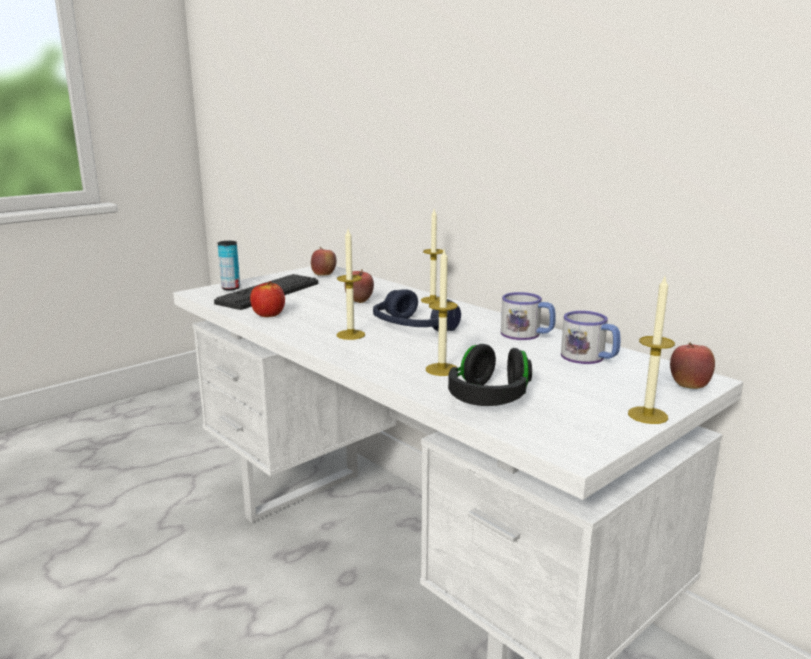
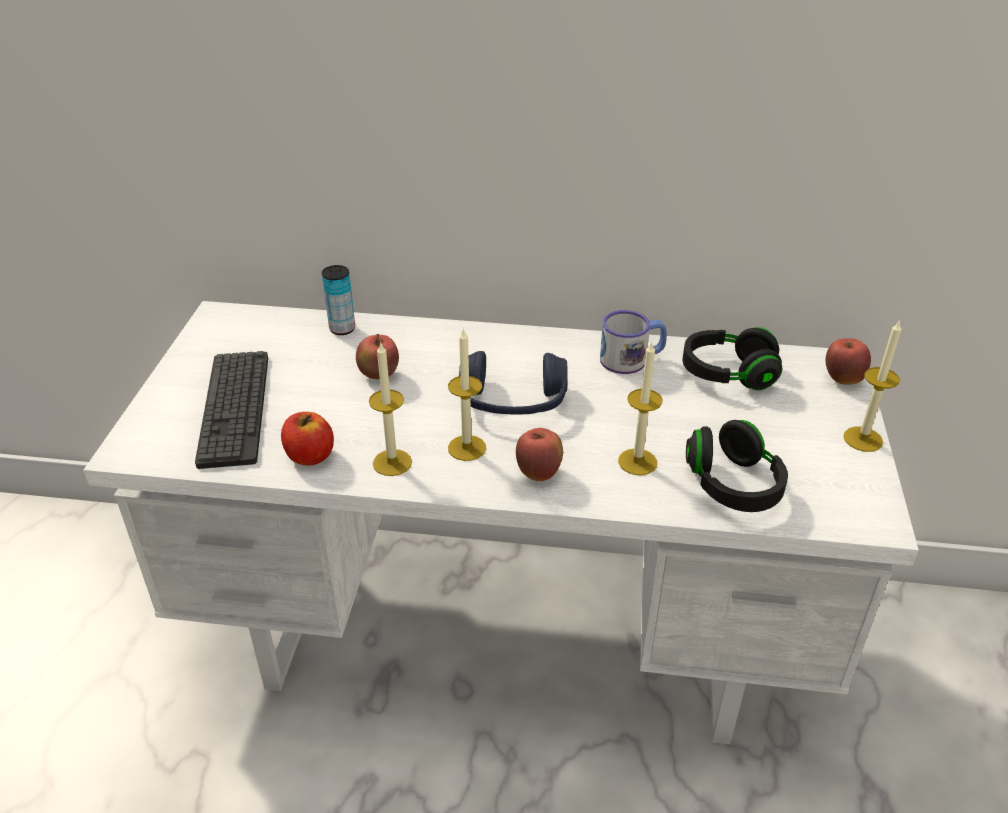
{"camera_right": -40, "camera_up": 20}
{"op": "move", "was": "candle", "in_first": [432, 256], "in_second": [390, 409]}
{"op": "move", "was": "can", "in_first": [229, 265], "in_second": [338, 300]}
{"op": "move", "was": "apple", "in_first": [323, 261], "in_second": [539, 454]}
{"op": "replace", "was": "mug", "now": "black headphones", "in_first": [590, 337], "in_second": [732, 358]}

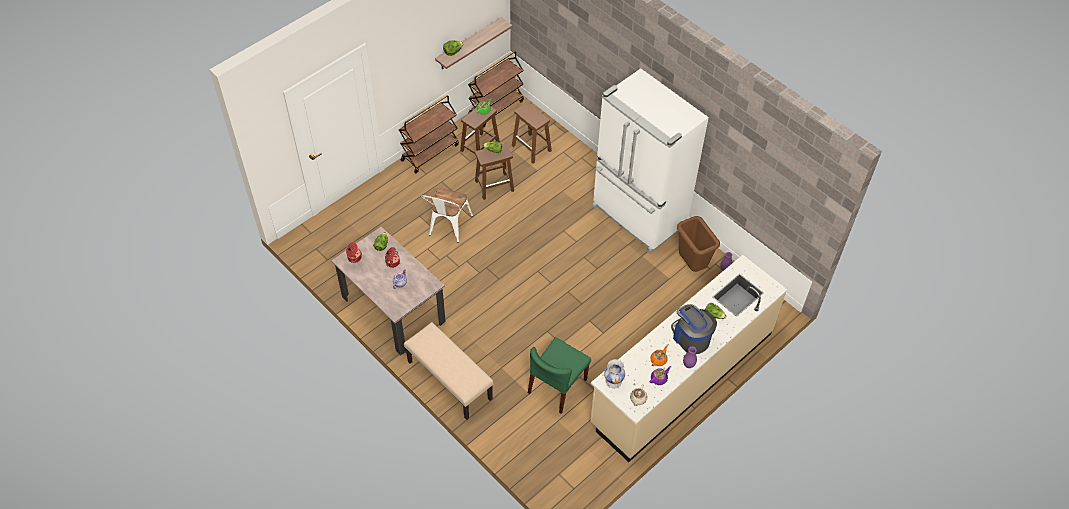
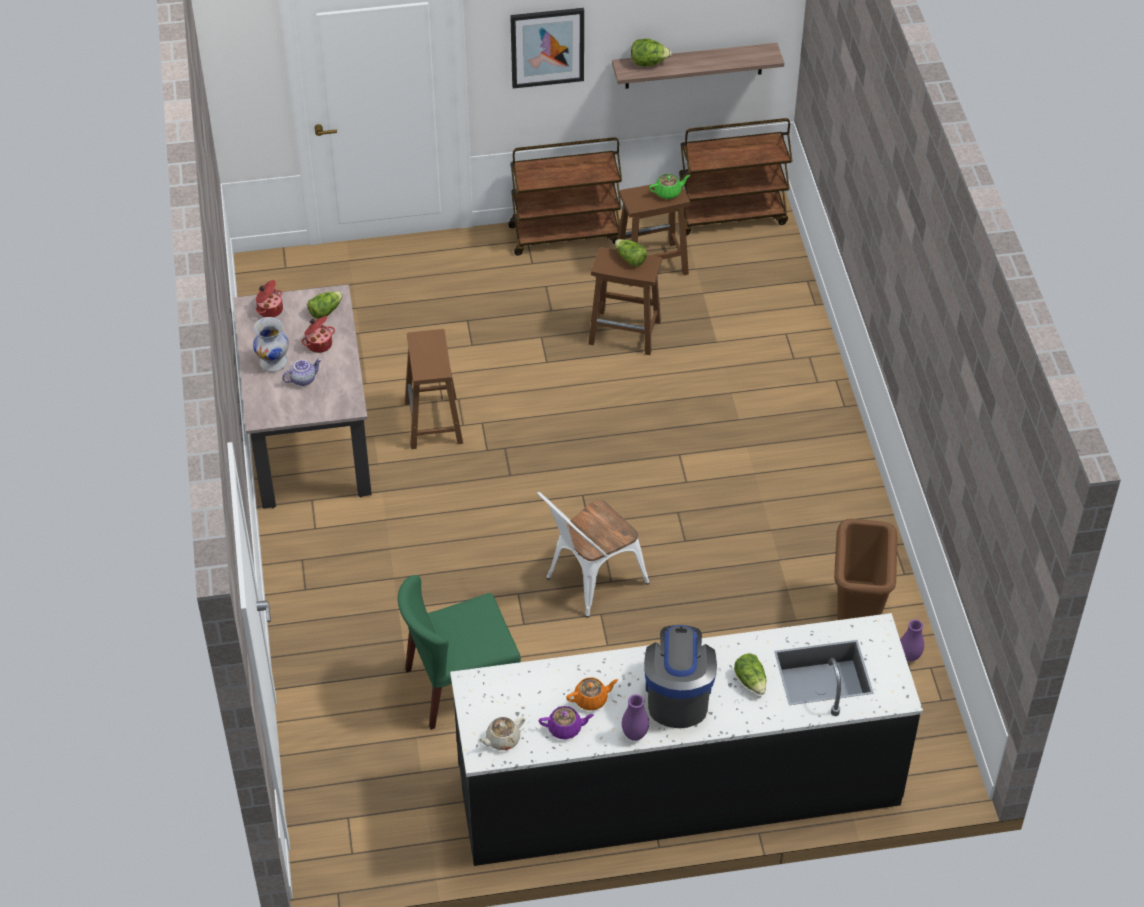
{"camera_right": 35, "camera_up": -5}
{"op": "delete", "was": "white fridge", "in_first": [650, 161]}
{"op": "move", "was": "brown stool", "in_first": [532, 132], "in_second": [434, 389]}
{"op": "move", "was": "white chair", "in_first": [447, 215], "in_second": [593, 554]}
{"op": "recolor", "was": "beige counter", "now": "black counter", "in_first": [688, 358], "in_second": [686, 739]}
{"op": "delete", "was": "beige bench", "in_first": [449, 371]}
{"op": "move", "was": "white vase", "in_first": [614, 373], "in_second": [271, 344]}
{"op": "insert", "now": "picture", "in_second": [547, 48]}

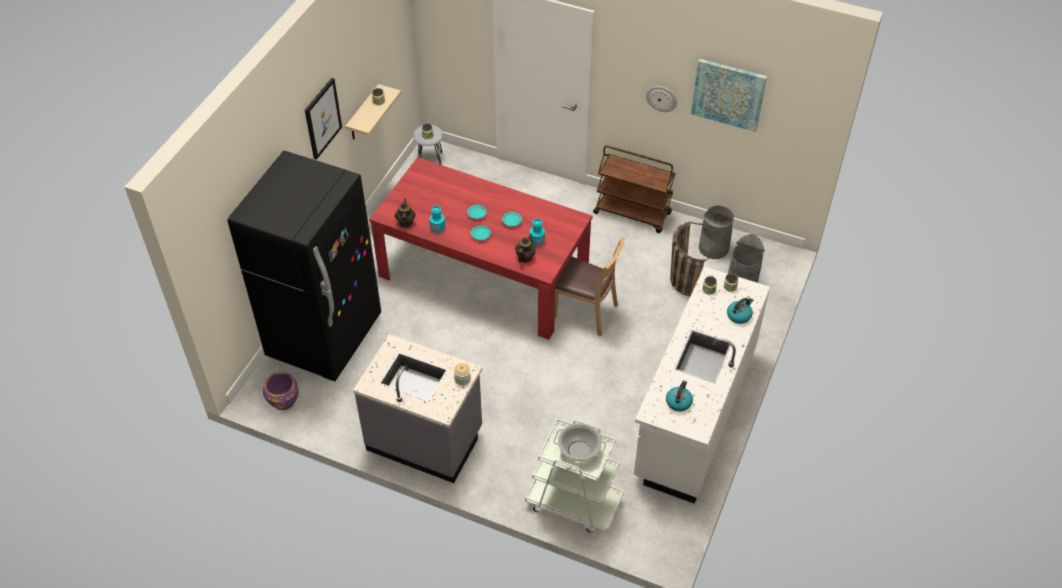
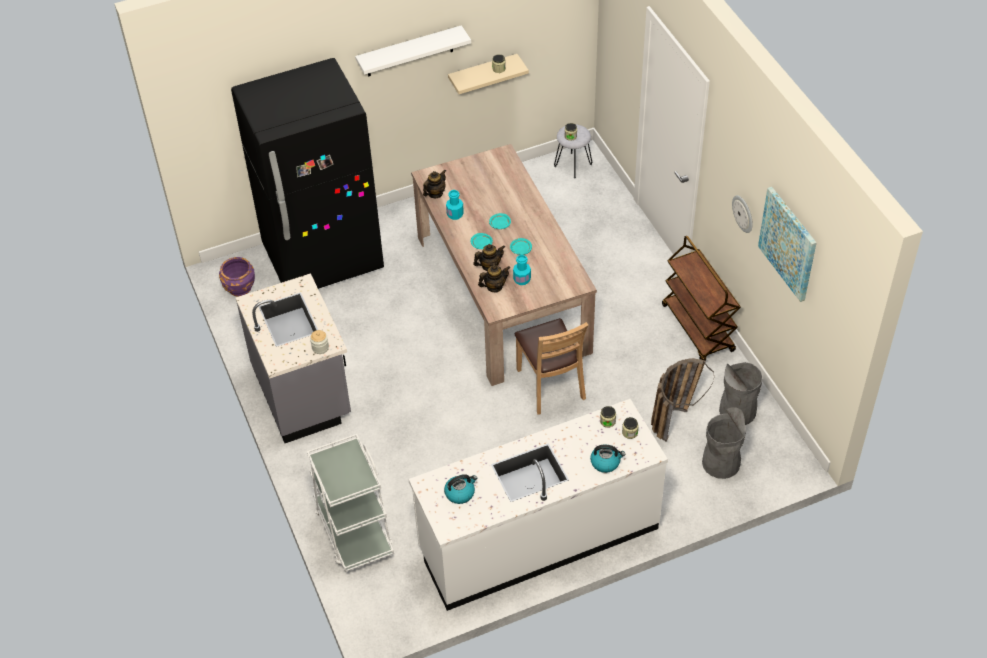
{"camera_right": 45, "camera_up": 0}
{"op": "replace", "was": "picture", "now": "white shelf", "in_first": [323, 119], "in_second": [413, 50]}
{"op": "recolor", "was": "red dining table", "now": "beige dining table", "in_first": [480, 248], "in_second": [504, 265]}
{"op": "delete", "was": "cooking pot", "in_first": [579, 442]}
{"op": "insert", "now": "teapot", "in_second": [489, 257]}

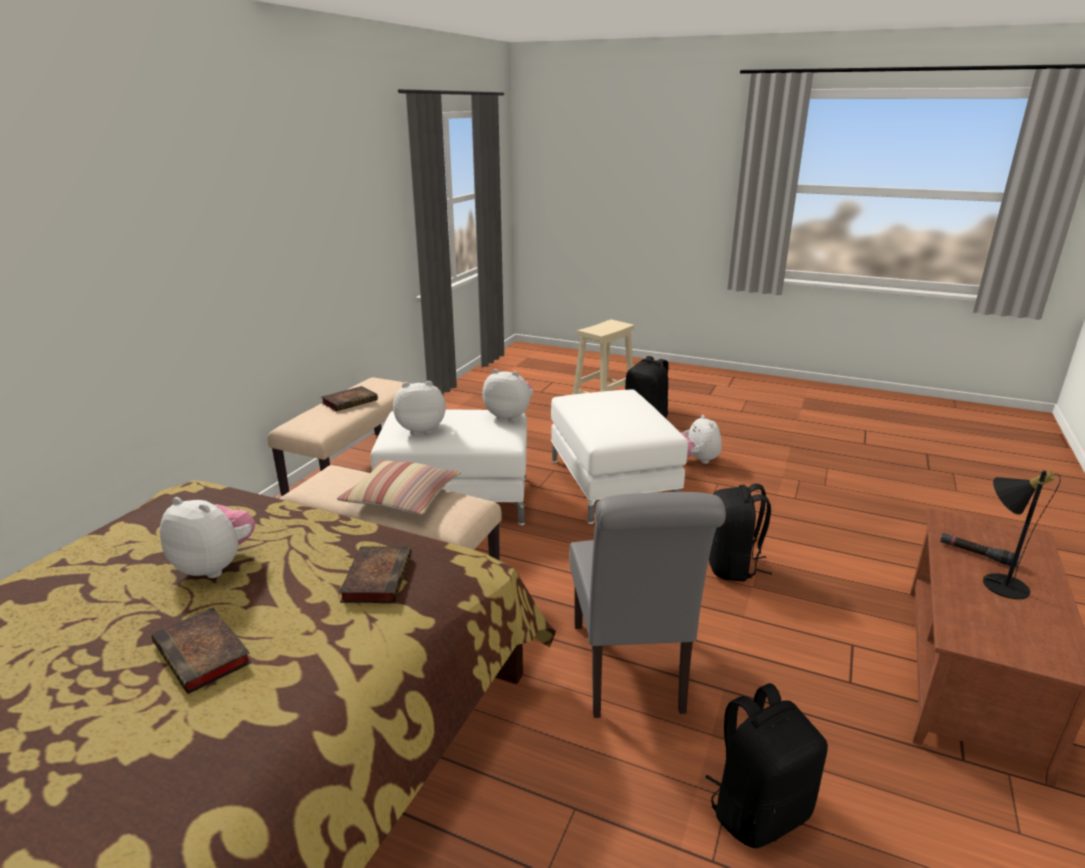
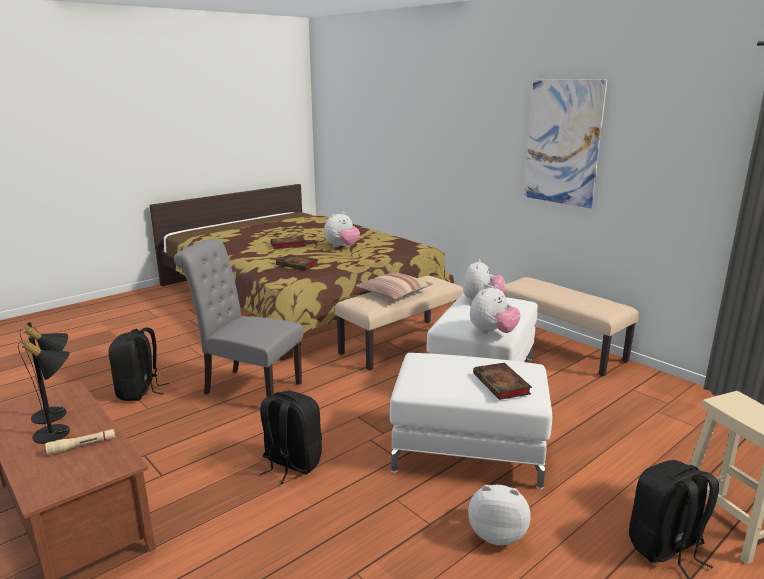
{"camera_right": 115, "camera_up": -5}
{"op": "move", "was": "book", "in_first": [349, 398], "in_second": [502, 381]}
{"op": "recolor", "was": "black flashlight", "now": "beige flashlight", "in_first": [980, 550], "in_second": [80, 442]}
{"op": "insert", "now": "picture", "in_second": [565, 143]}
{"op": "insert", "now": "black table lamp", "in_second": [44, 373]}

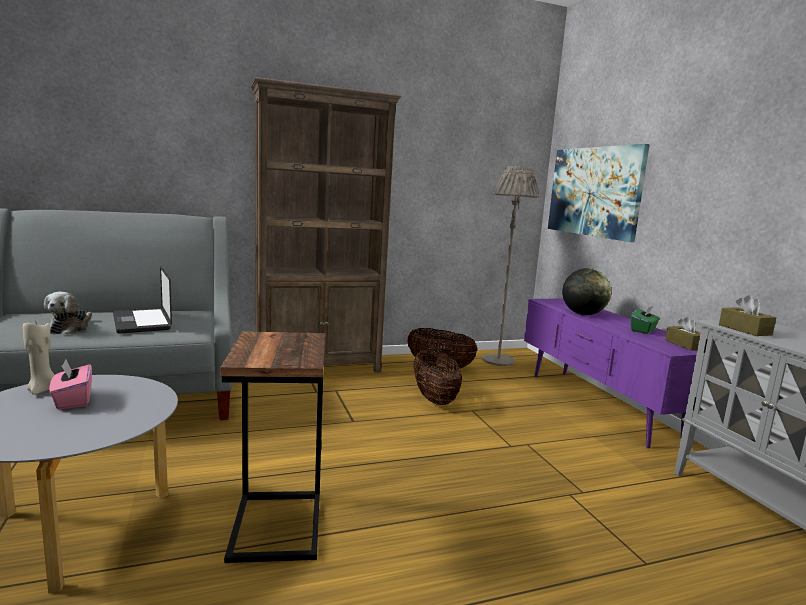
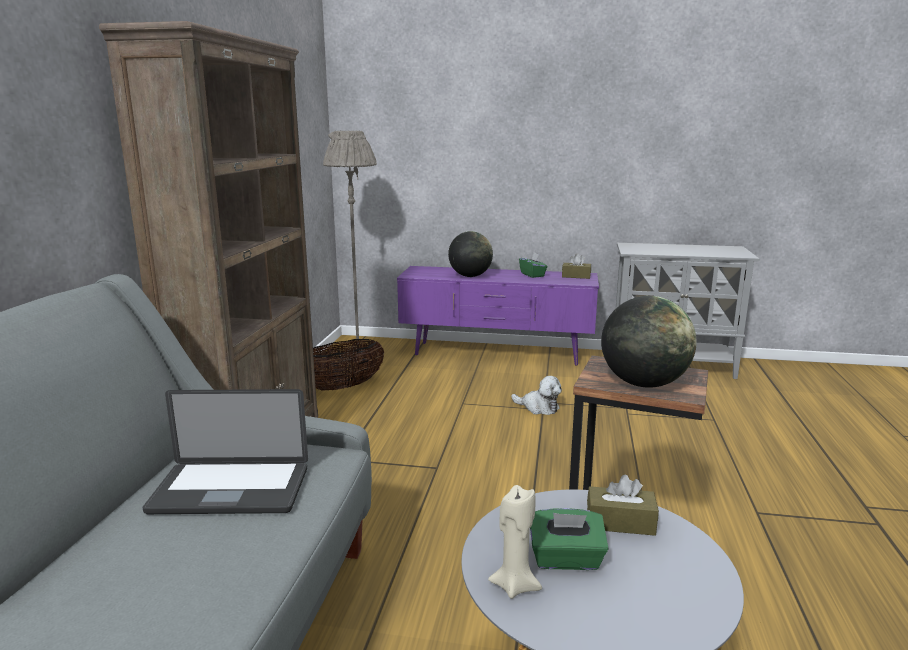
{"camera_right": -60, "camera_up": 5}
{"op": "delete", "was": "picture", "in_first": [599, 193]}
{"op": "move", "was": "plush toy", "in_first": [68, 313], "in_second": [536, 395]}
{"op": "move", "was": "brown tissue box", "in_first": [747, 315], "in_second": [623, 505]}
{"op": "delete", "was": "basket", "in_first": [437, 377]}
{"op": "recolor", "was": "pink tissue box", "now": "green tissue box", "in_first": [70, 384], "in_second": [569, 539]}
{"op": "insert", "now": "globe", "in_second": [649, 342]}

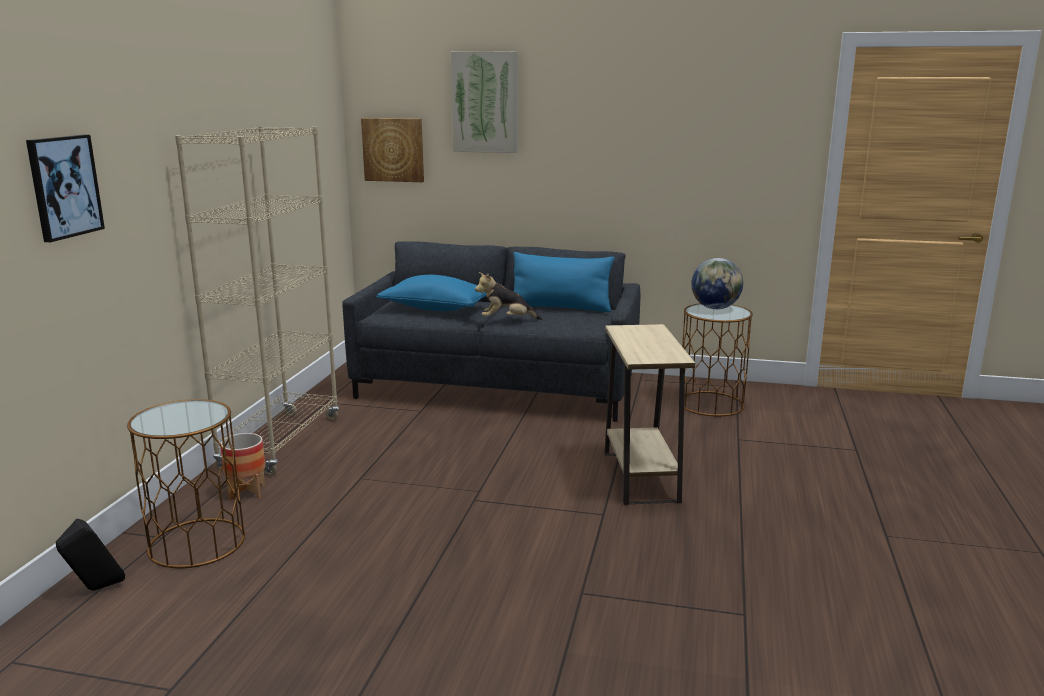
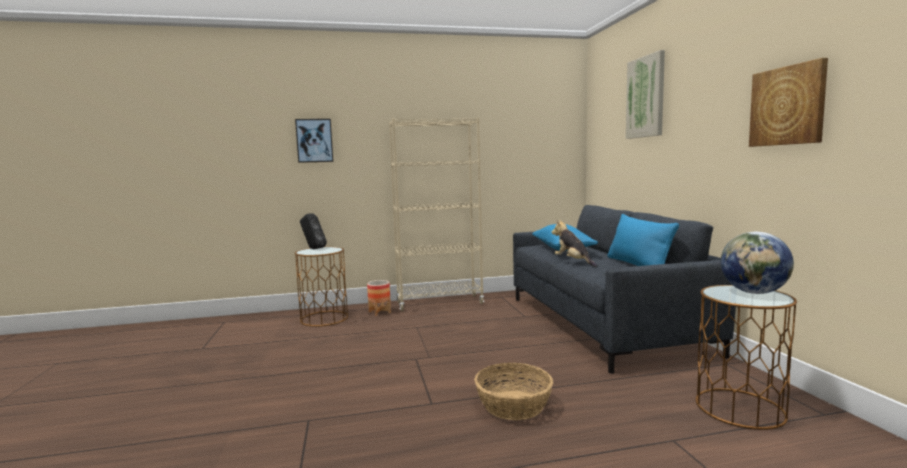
{"camera_right": 65, "camera_up": -10}
{"op": "move", "was": "picture", "in_first": [392, 150], "in_second": [788, 102]}
{"op": "replace", "was": "beige side table", "now": "basket", "in_first": [649, 414], "in_second": [513, 391]}
{"op": "move", "was": "black speaker", "in_first": [90, 555], "in_second": [313, 231]}

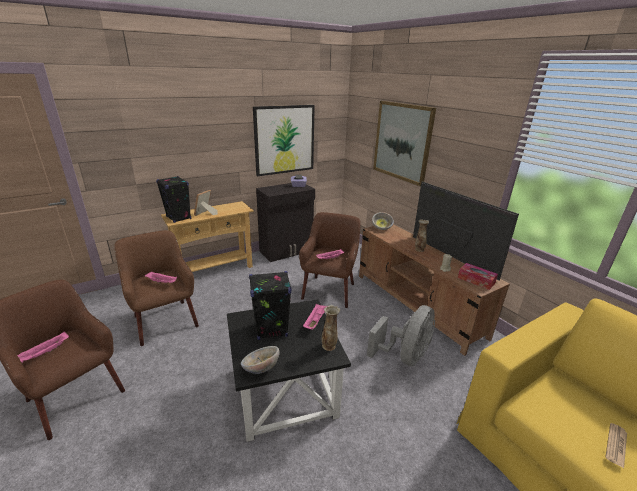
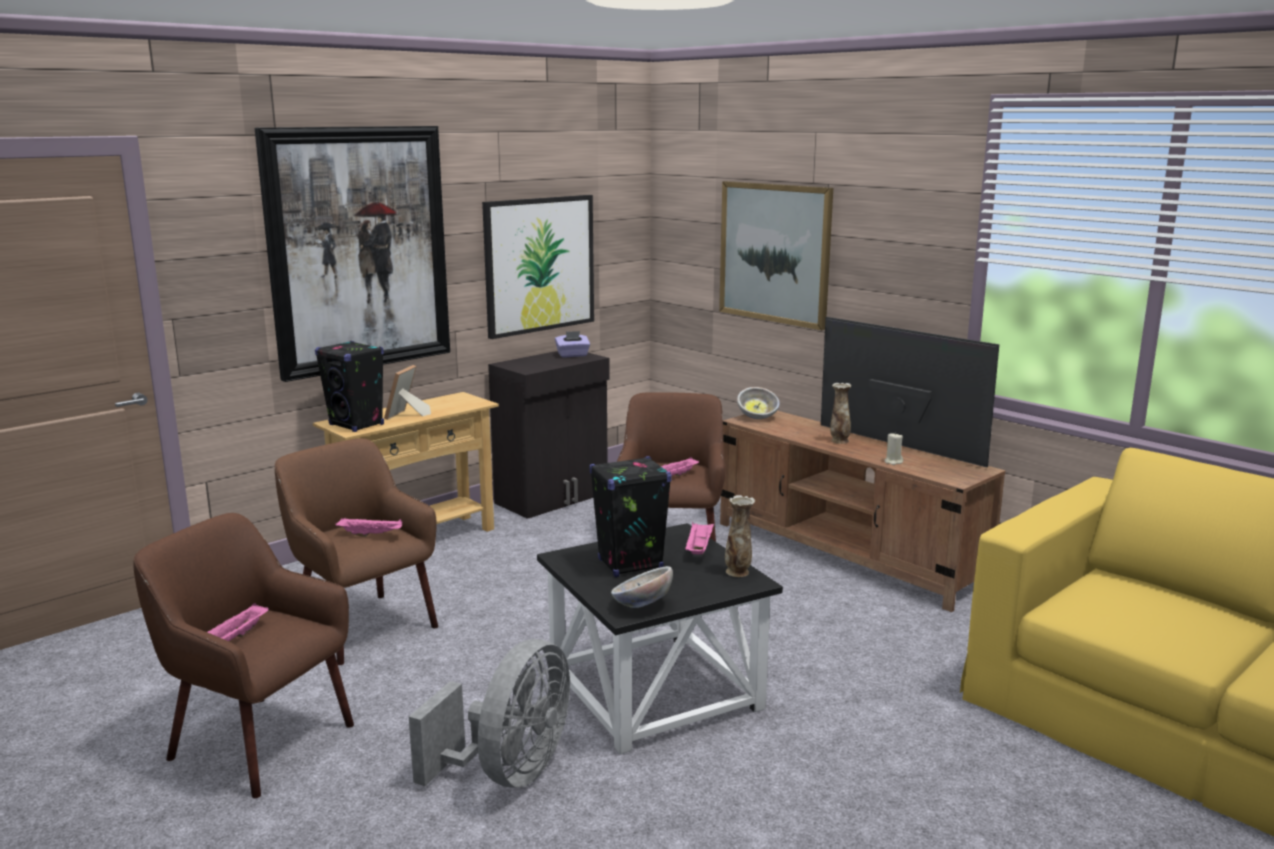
{"camera_right": -10, "camera_up": -10}
{"op": "delete", "was": "tissue box", "in_first": [478, 276]}
{"op": "move", "was": "grey fan", "in_first": [401, 335], "in_second": [489, 713]}
{"op": "delete", "was": "newspaper", "in_first": [616, 445]}
{"op": "insert", "now": "picture", "in_second": [352, 254]}

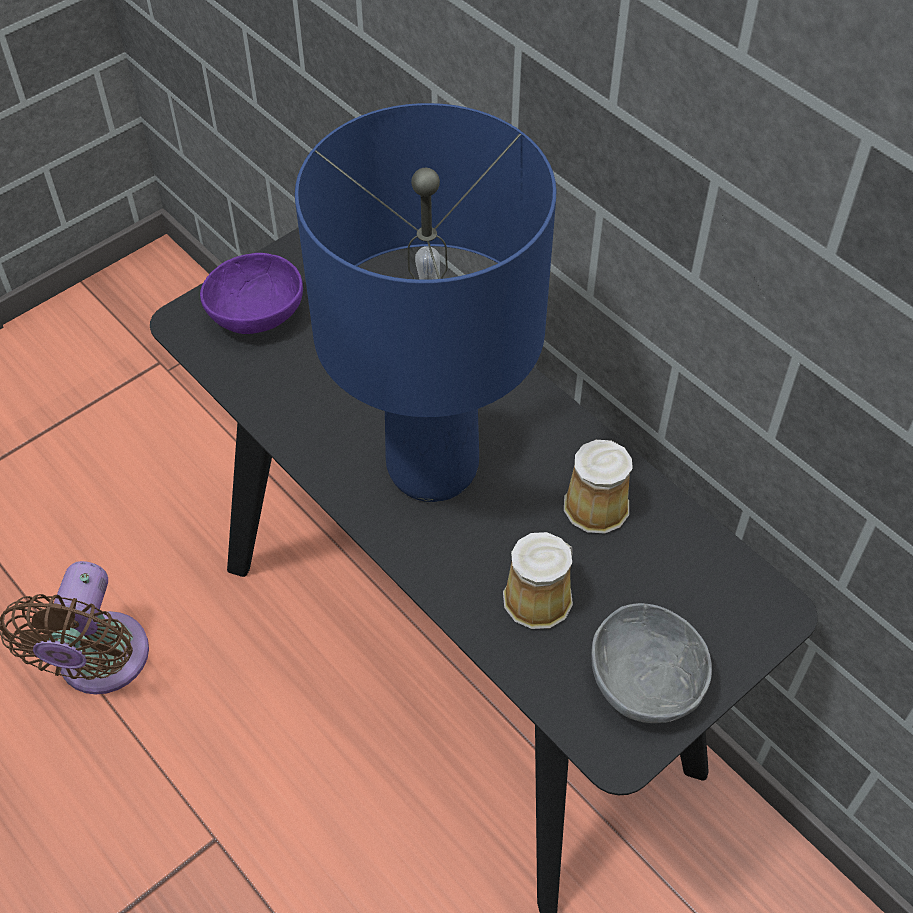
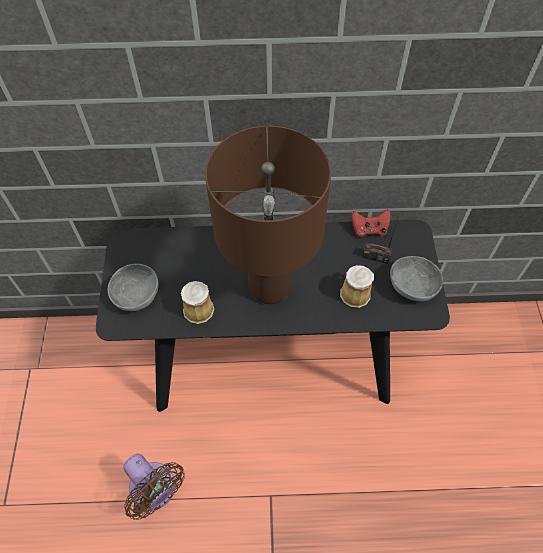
{"camera_right": -50, "camera_up": 5}
{"op": "recolor", "was": "blue table lamp", "now": "brown table lamp", "in_first": [426, 302], "in_second": [268, 215]}
{"op": "recolor", "was": "purple bowl", "now": "grey bowl", "in_first": [251, 293], "in_second": [133, 287]}
{"op": "move", "was": "mug", "in_first": [598, 487], "in_second": [197, 302]}
{"op": "insert", "now": "red game controller", "in_second": [371, 223]}
{"op": "insert", "now": "radio", "in_second": [380, 239]}

